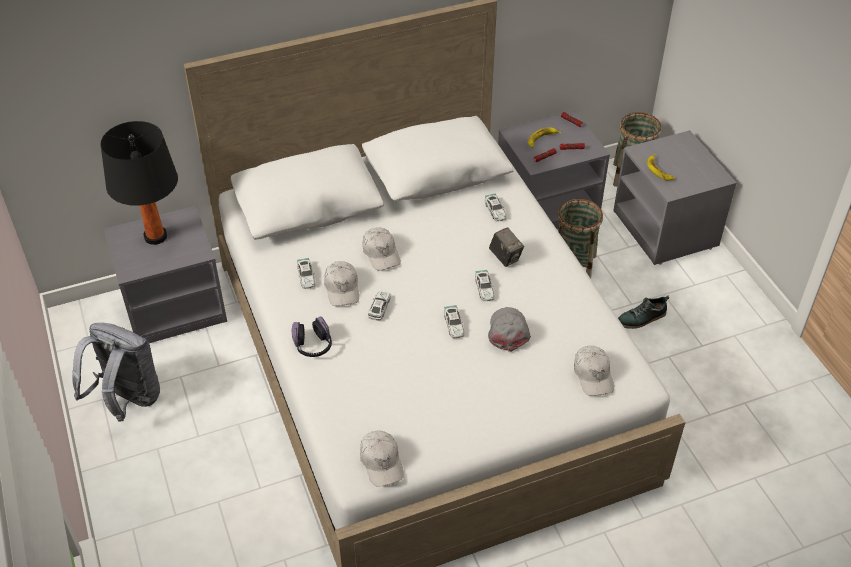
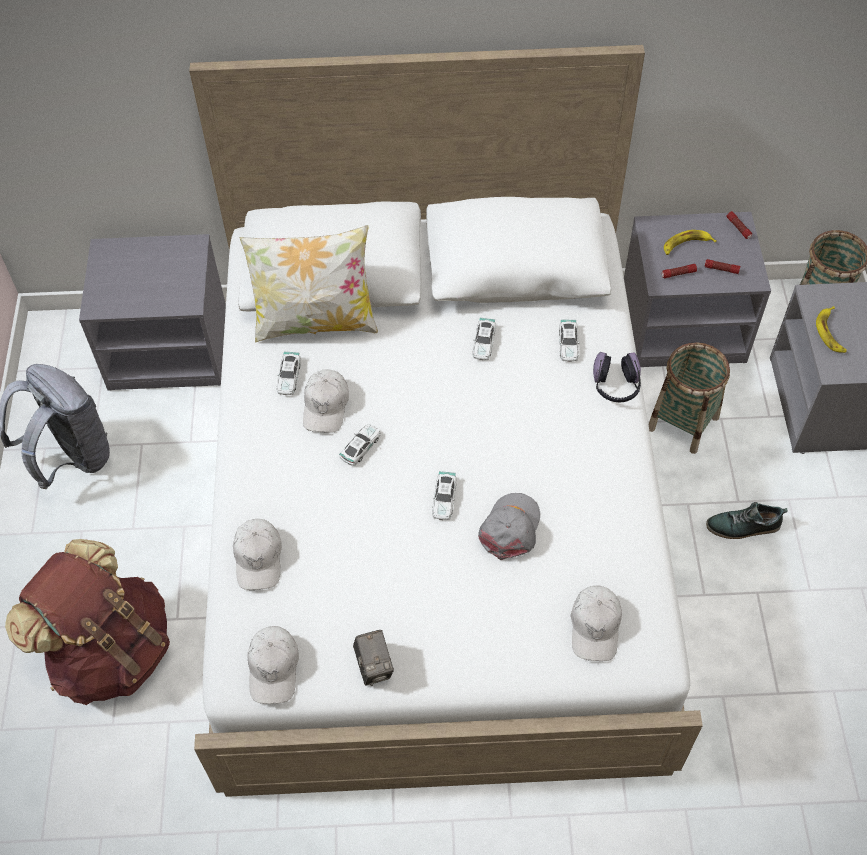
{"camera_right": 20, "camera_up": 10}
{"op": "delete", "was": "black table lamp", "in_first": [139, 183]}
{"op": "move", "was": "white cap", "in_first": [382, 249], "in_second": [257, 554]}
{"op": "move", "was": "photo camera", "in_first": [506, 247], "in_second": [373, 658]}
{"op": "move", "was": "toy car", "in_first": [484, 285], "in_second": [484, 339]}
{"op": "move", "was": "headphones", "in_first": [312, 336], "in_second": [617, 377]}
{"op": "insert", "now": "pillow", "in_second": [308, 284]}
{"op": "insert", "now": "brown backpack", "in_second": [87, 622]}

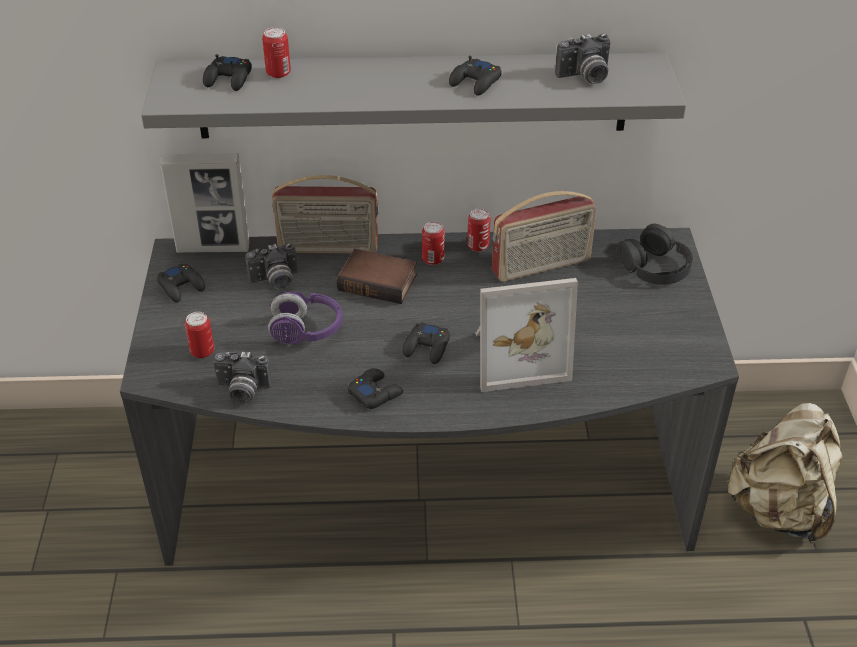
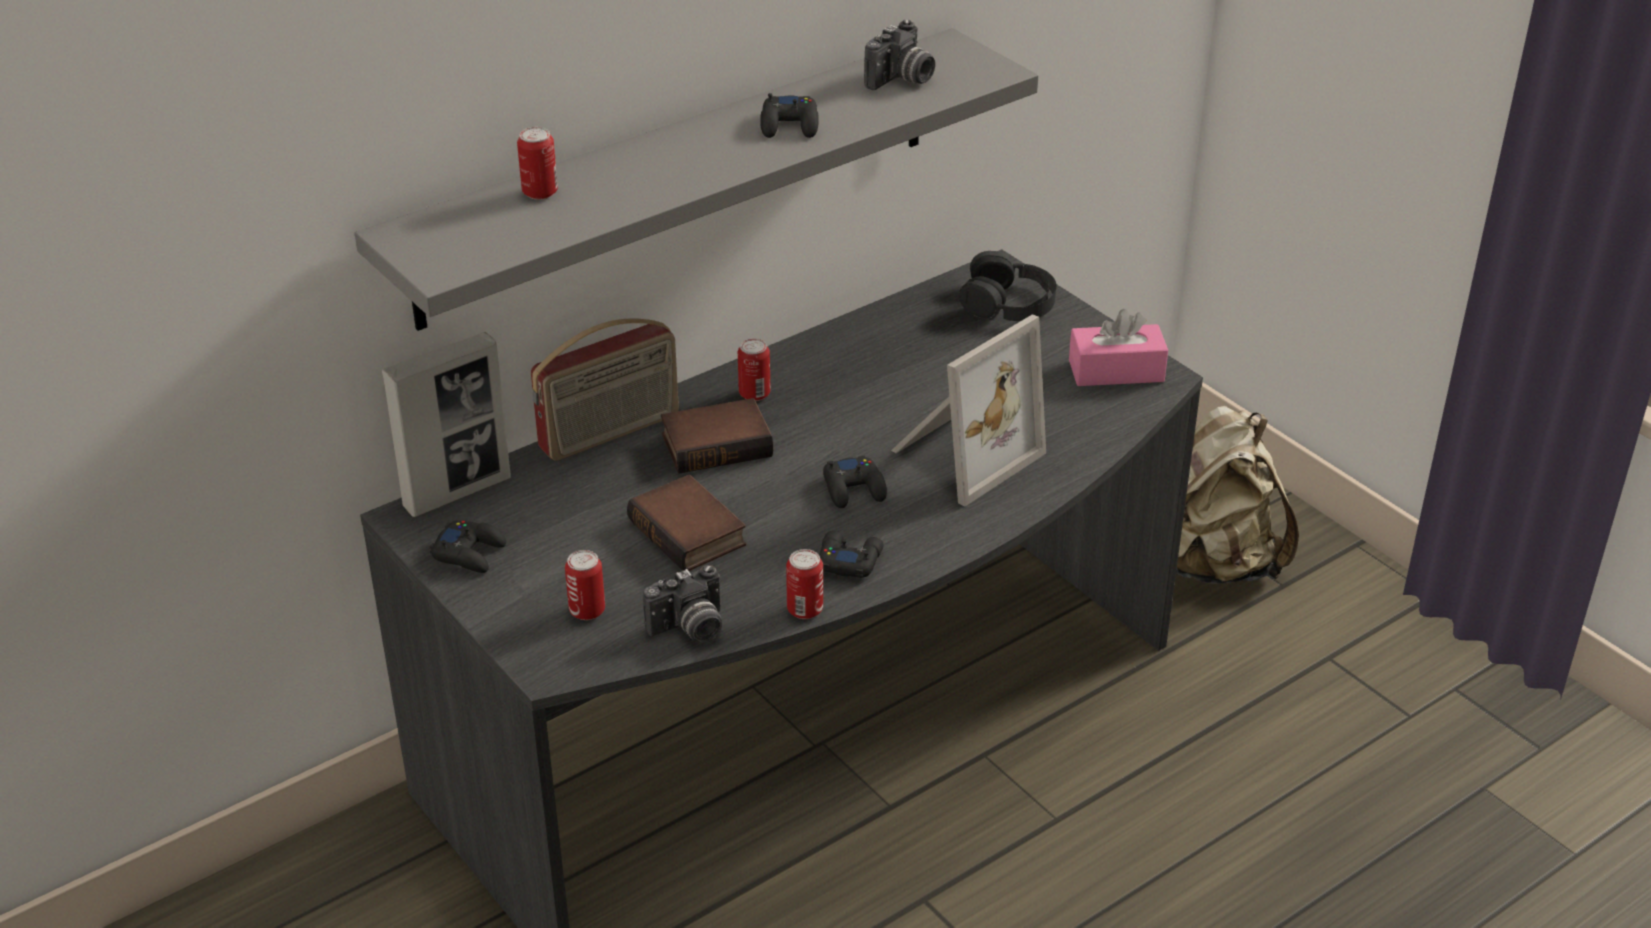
{"camera_right": -35, "camera_up": -5}
{"op": "delete", "was": "black game controller", "in_first": [227, 72]}
{"op": "delete", "was": "radio", "in_first": [544, 236]}
{"op": "move", "was": "can", "in_first": [479, 230], "in_second": [804, 584]}
{"op": "delete", "was": "photo camera", "in_first": [271, 266]}
{"op": "replace", "was": "purple headphones", "now": "book", "in_first": [305, 318], "in_second": [686, 523]}
{"op": "insert", "now": "pink tissue box", "in_second": [1118, 347]}

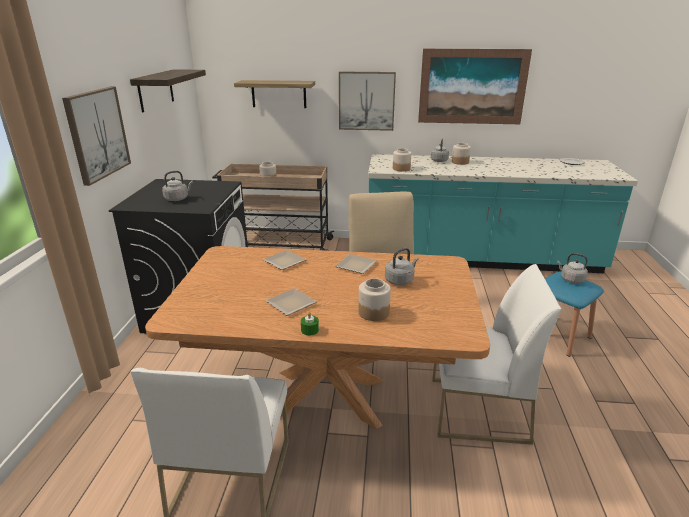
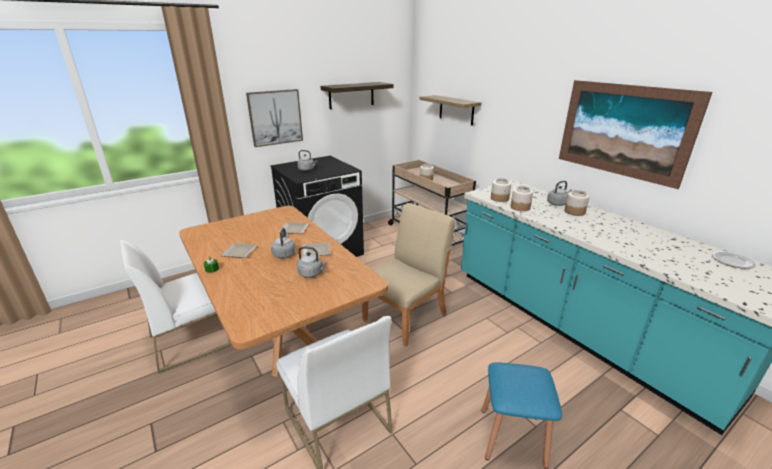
{"camera_right": 50, "camera_up": 0}
{"op": "delete", "was": "picture", "in_first": [367, 101]}
{"op": "move", "was": "grey kettle", "in_first": [572, 268], "in_second": [283, 243]}
{"op": "move", "was": "jar", "in_first": [374, 299], "in_second": [522, 198]}

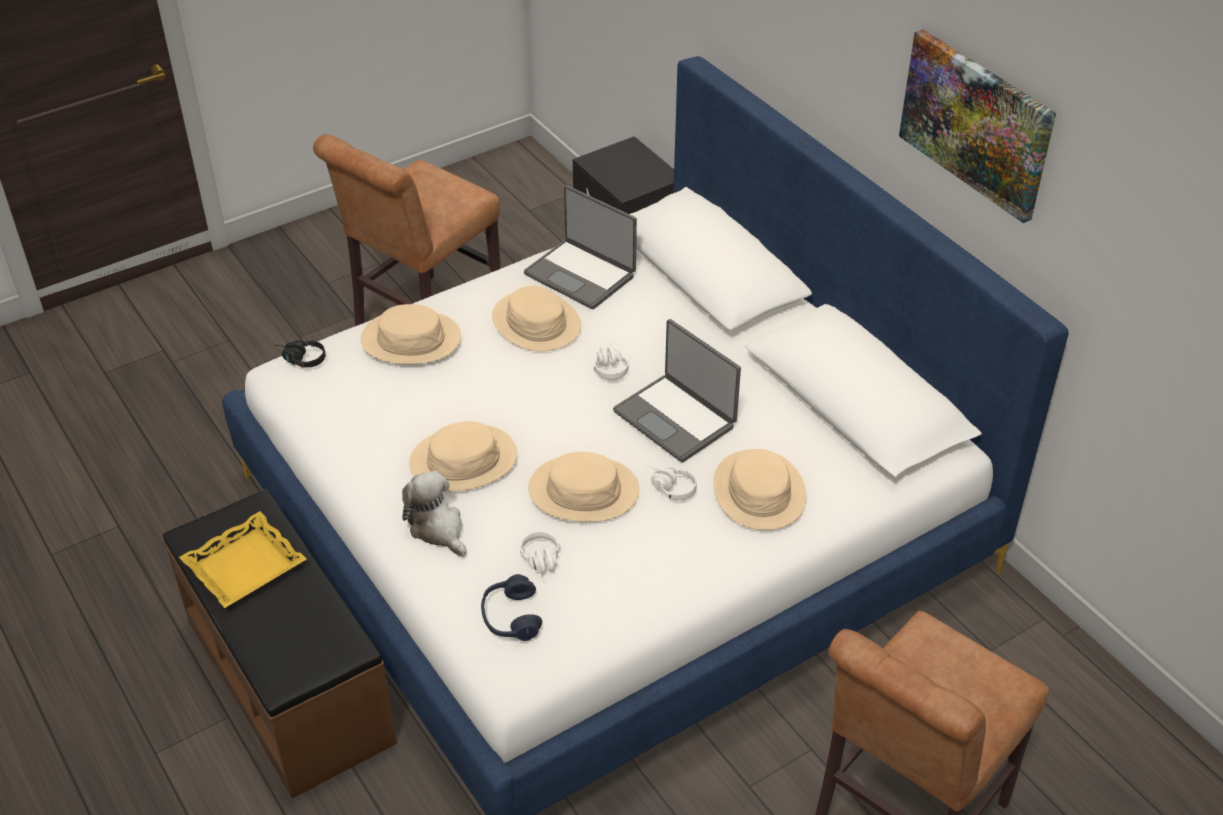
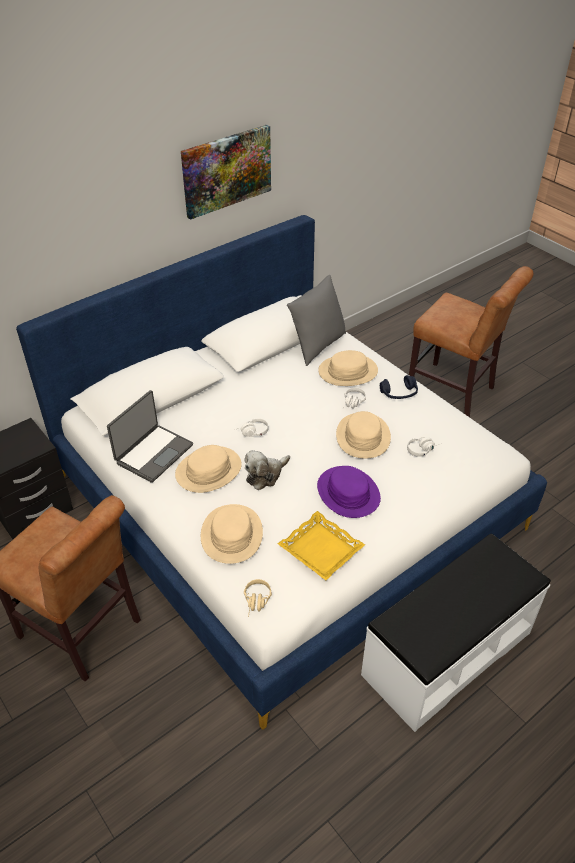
{"camera_right": -95, "camera_up": 0}
{"op": "delete", "was": "laptop", "in_first": [677, 390]}
{"op": "recolor", "was": "black headphones", "now": "beige headphones", "in_first": [300, 354], "in_second": [258, 598]}
{"op": "recolor", "was": "beige hat", "now": "purple hat", "in_first": [463, 456], "in_second": [349, 492]}
{"op": "move", "was": "plush toy", "in_first": [434, 514], "in_second": [267, 470]}
{"op": "recolor", "was": "brown bench", "now": "white bench", "in_first": [280, 644], "in_second": [456, 633]}
{"op": "move", "was": "yellow tray", "in_first": [243, 559], "in_second": [321, 545]}
{"op": "move", "was": "blue headphones", "in_first": [511, 607], "in_second": [399, 387]}
{"op": "insert", "now": "grey pillow", "in_second": [316, 320]}

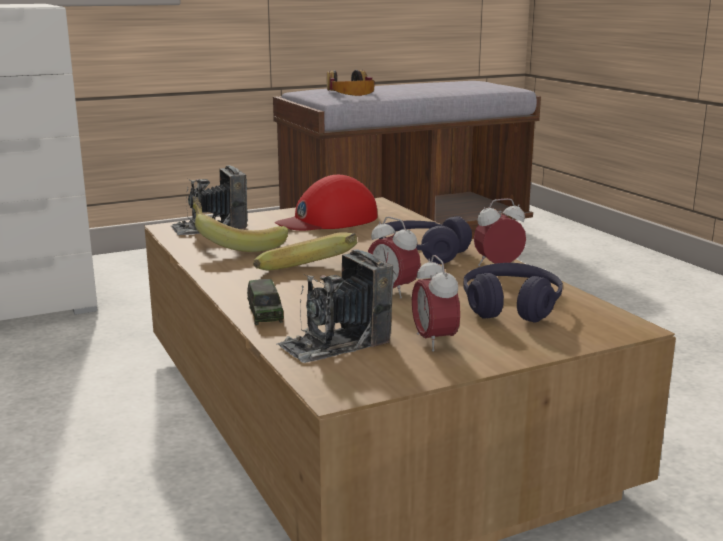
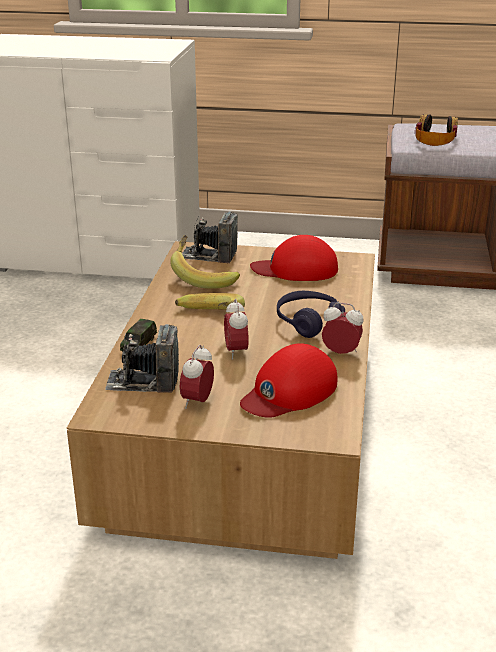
{"camera_right": 35, "camera_up": 10}
{"op": "replace", "was": "purple headphones", "now": "red cap", "in_first": [513, 292], "in_second": [288, 380]}

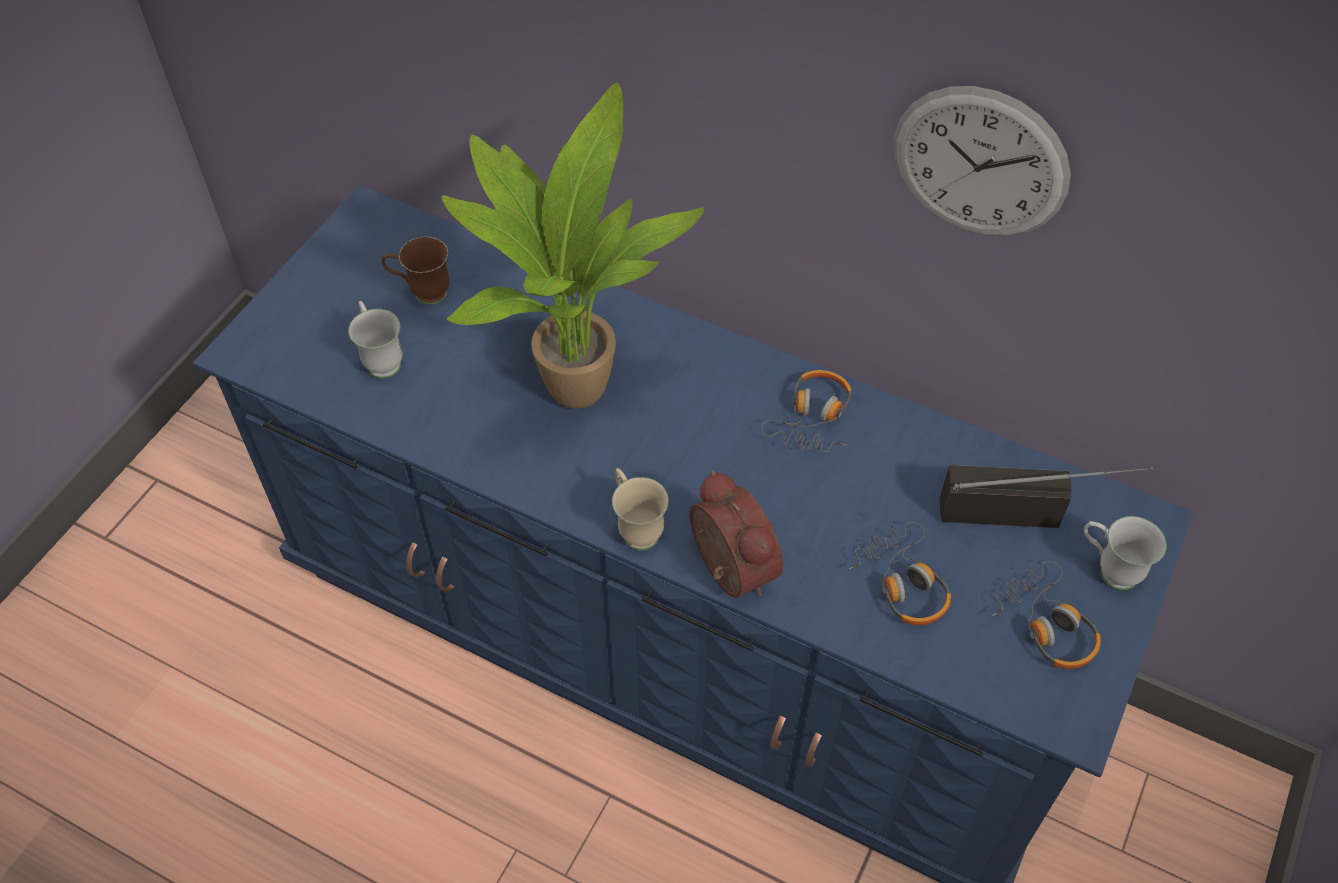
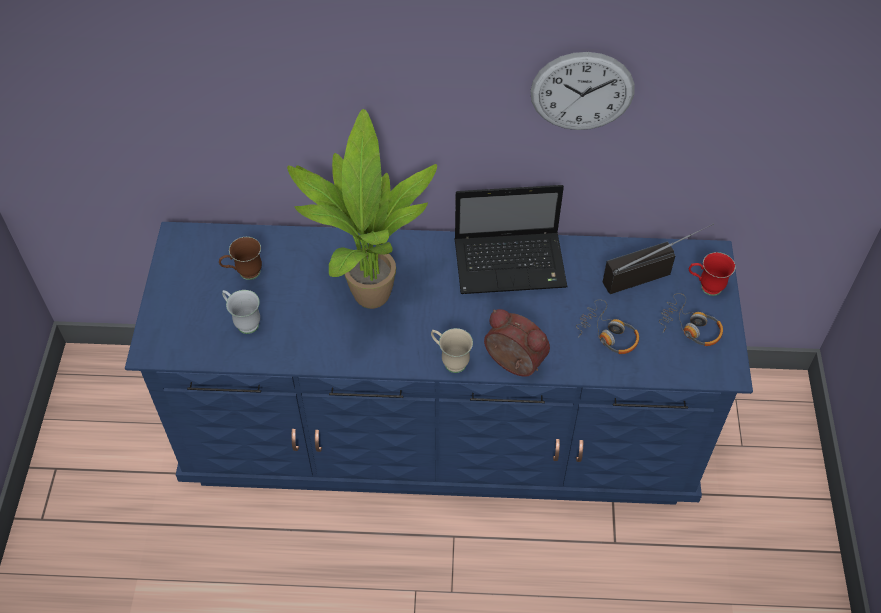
{"camera_right": -25, "camera_up": 0}
{"op": "replace", "was": "headphones", "now": "laptop", "in_first": [806, 411], "in_second": [510, 239]}
{"op": "recolor", "was": "white mug", "now": "red mug", "in_first": [1125, 553], "in_second": [712, 274]}

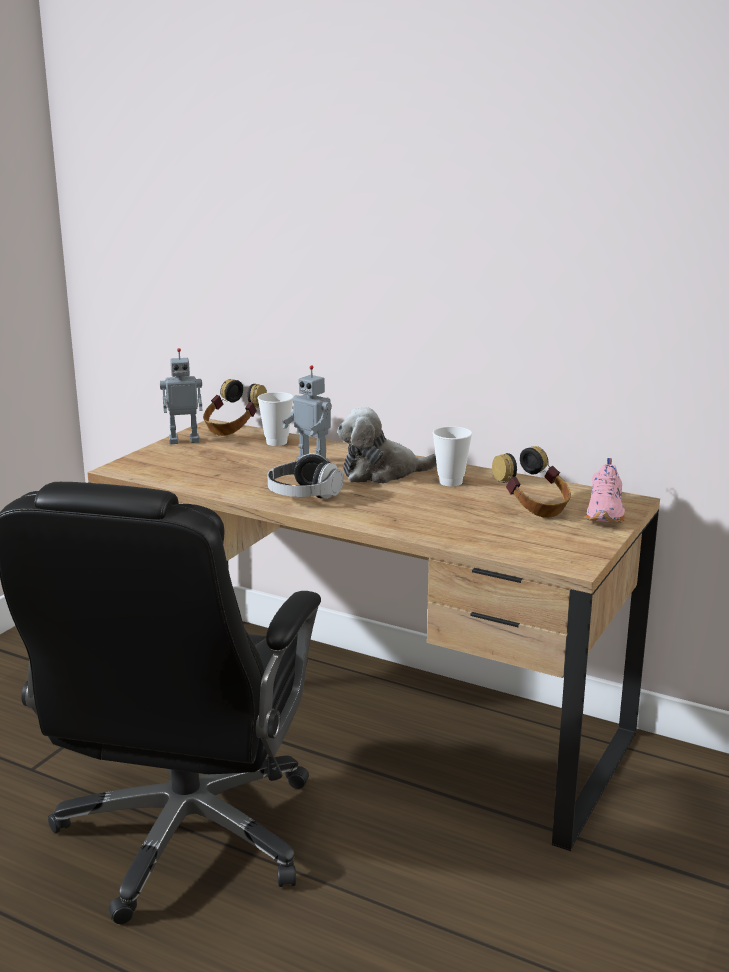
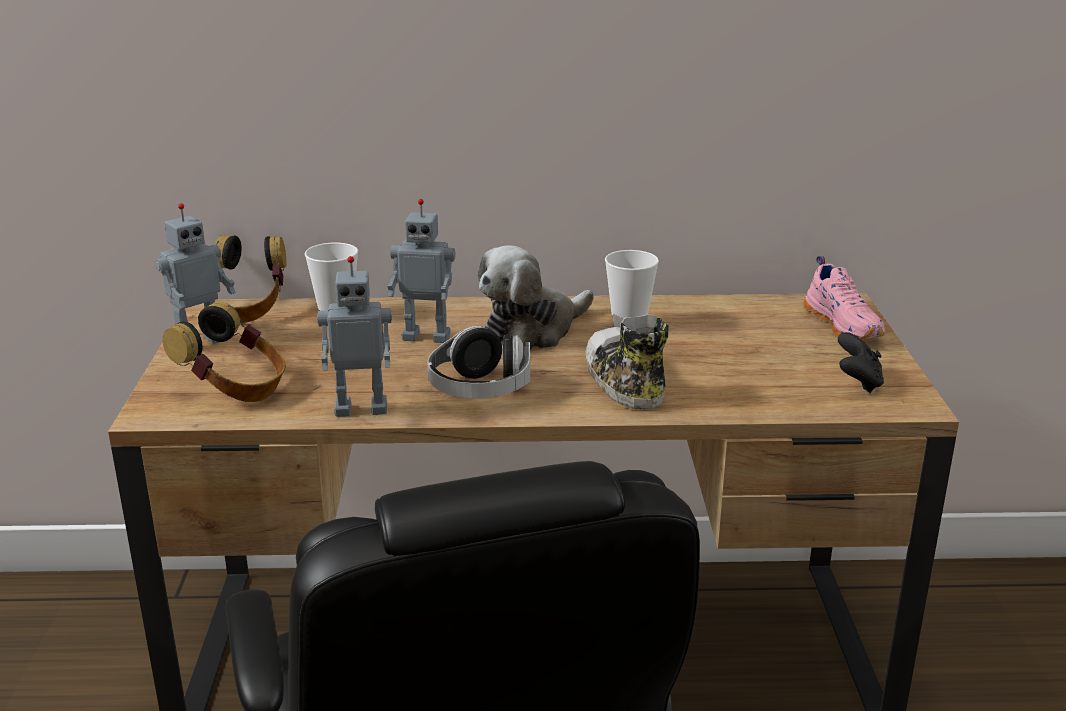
{"camera_right": -30, "camera_up": 5}
{"op": "move", "was": "headphones", "in_first": [531, 482], "in_second": [224, 351]}
{"op": "insert", "now": "toy robot", "in_second": [354, 336]}
{"op": "insert", "now": "shoe", "in_second": [627, 362]}
{"op": "insert", "now": "black game controller", "in_second": [861, 362]}

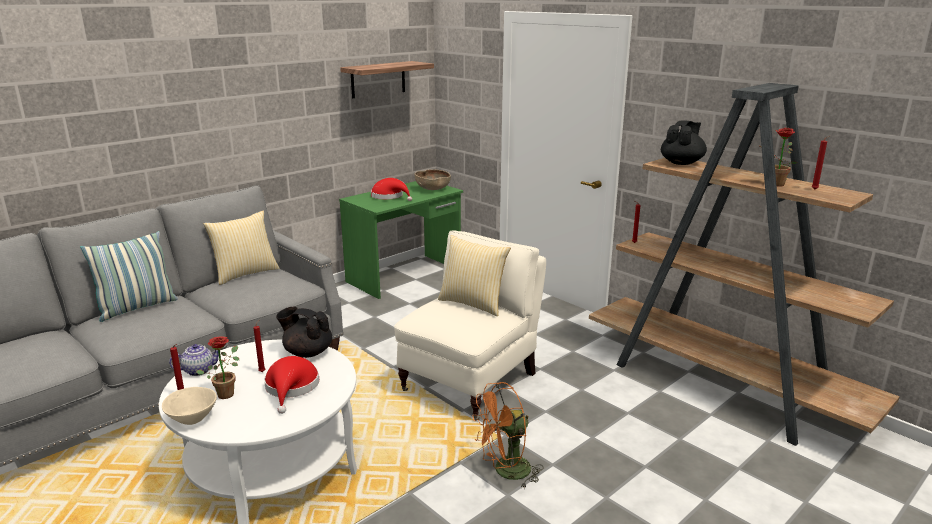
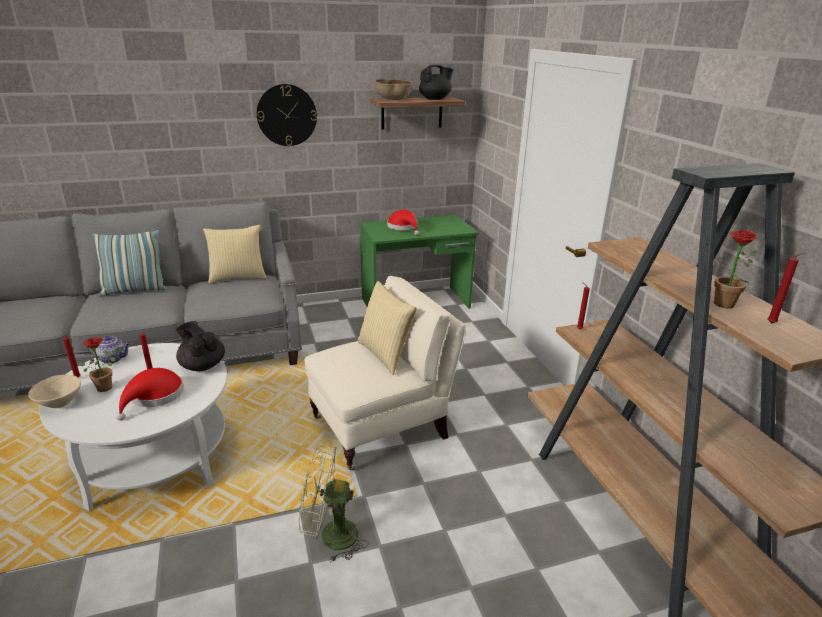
{"camera_right": 25, "camera_up": 5}
{"op": "move", "was": "black teapot", "in_first": [684, 143], "in_second": [436, 82]}
{"op": "move", "was": "brown bowl", "in_first": [432, 179], "in_second": [393, 89]}
{"op": "recolor", "was": "orange fan", "now": "green fan", "in_first": [508, 435], "in_second": [334, 504]}
{"op": "insert", "now": "wall clock", "in_second": [287, 115]}

